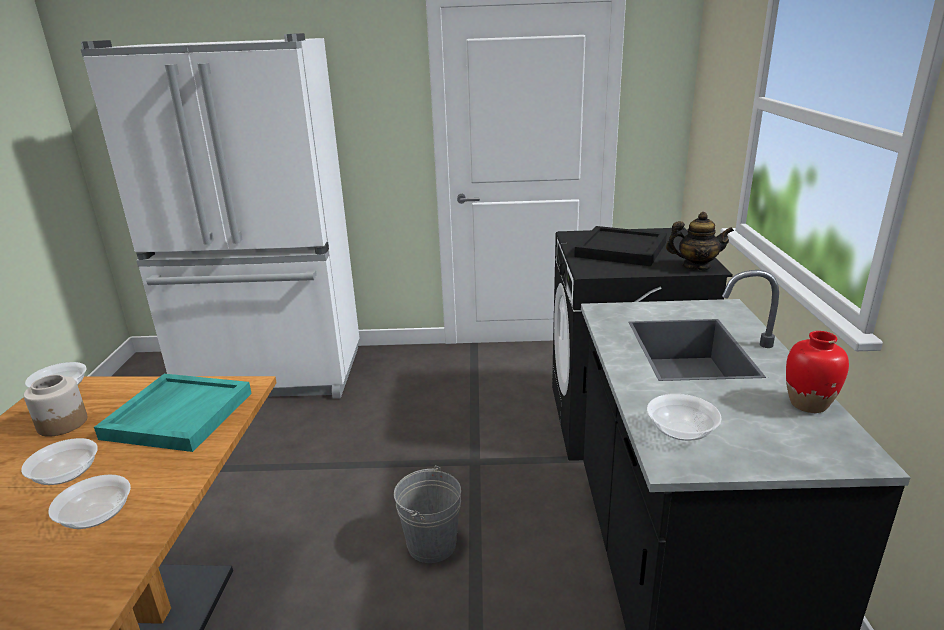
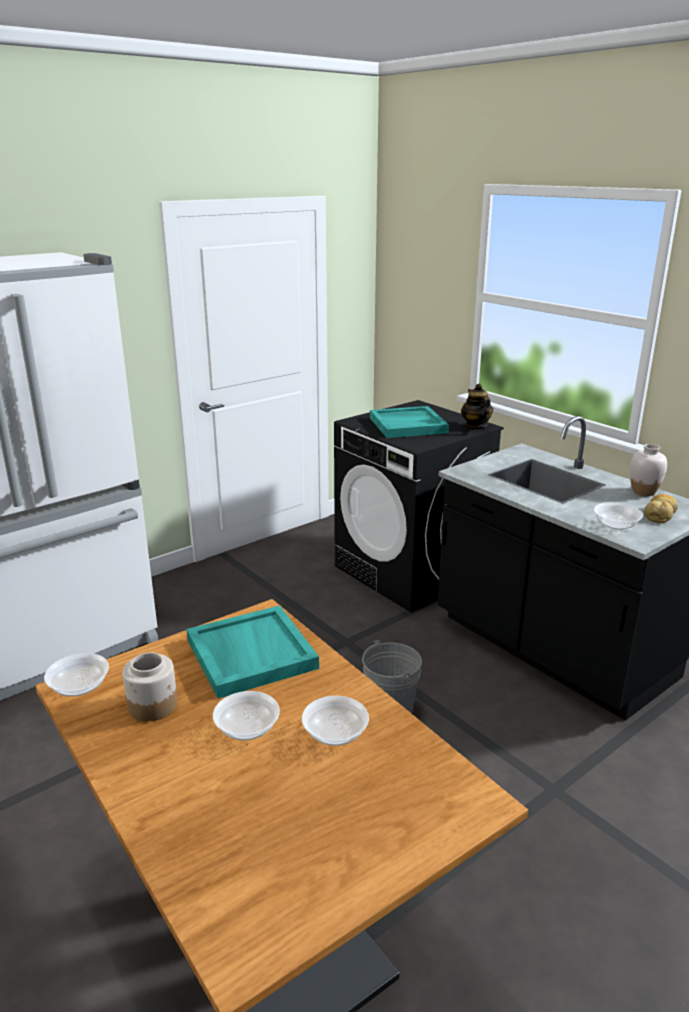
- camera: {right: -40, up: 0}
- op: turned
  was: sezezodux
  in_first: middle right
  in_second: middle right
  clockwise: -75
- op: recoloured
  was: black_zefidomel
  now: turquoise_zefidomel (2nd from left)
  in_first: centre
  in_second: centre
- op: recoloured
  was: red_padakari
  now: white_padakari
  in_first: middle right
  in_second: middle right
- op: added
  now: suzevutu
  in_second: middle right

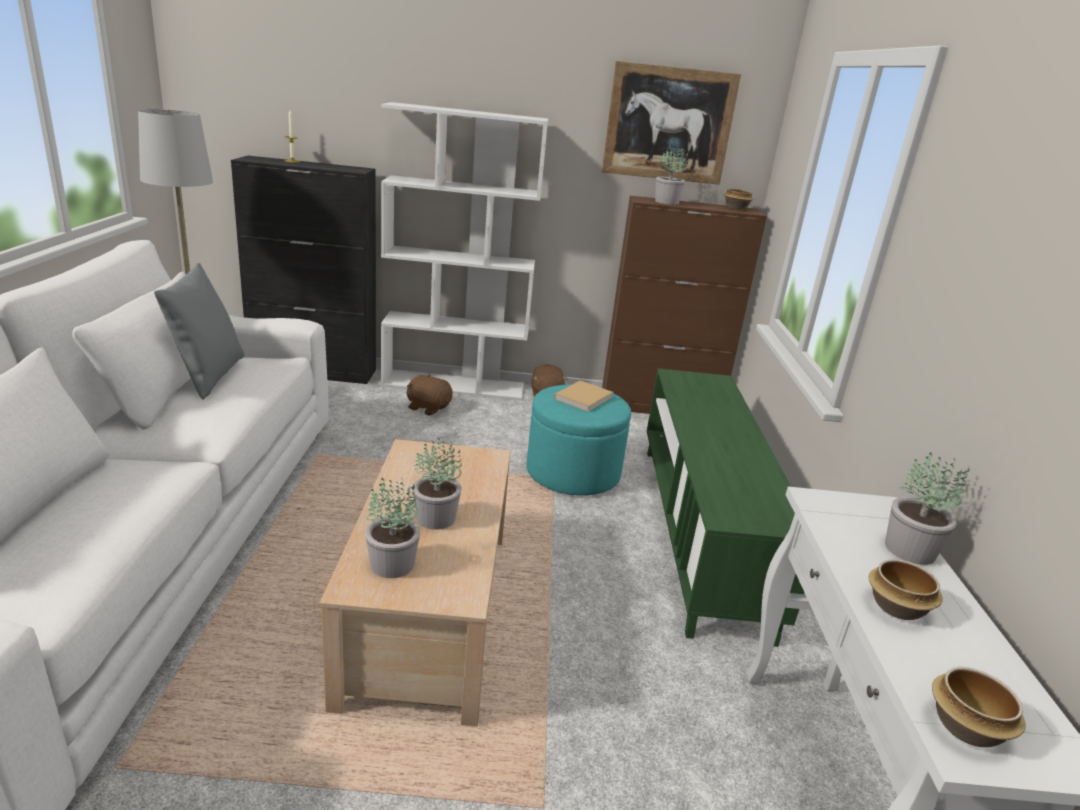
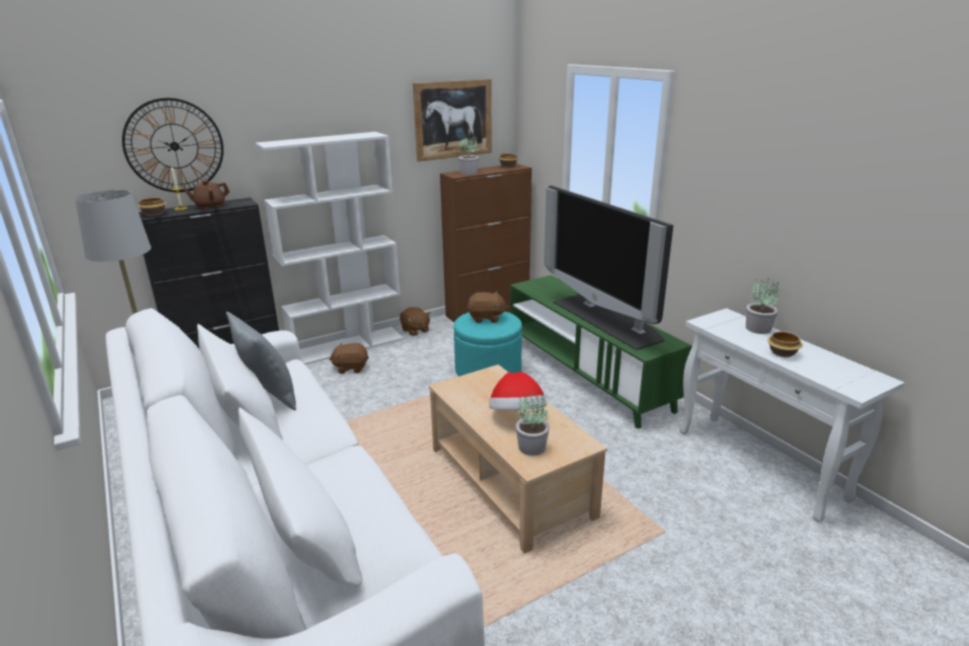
- camera: {right: -30, up: 0}
- op: replaced
  was: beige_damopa
  now: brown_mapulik (3rd from left)
  in_first: centre
  in_second: centre
- op: replaced
  was: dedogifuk (2nd from left)
  now: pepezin
  in_first: centre
  in_second: centre
- op: moved
  was: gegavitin (3rd from left in the first image)
  now: gegavitin (1st from left)
  in_first: bottom right
  in_second: top left
- op: added
  now: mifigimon
  in_second: top left
- op: added
  now: brown_sezezodux
  in_second: top left
- op: added
  now: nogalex
  in_second: centre

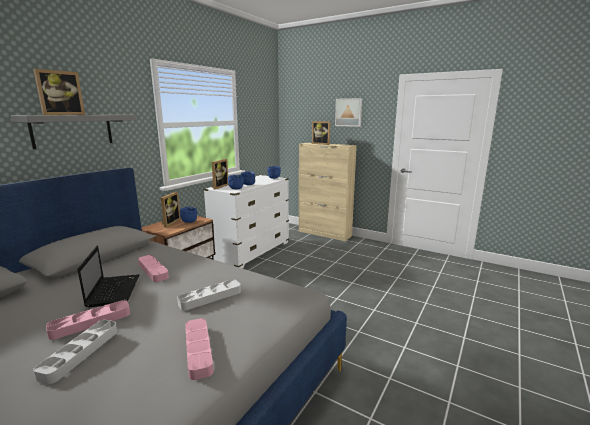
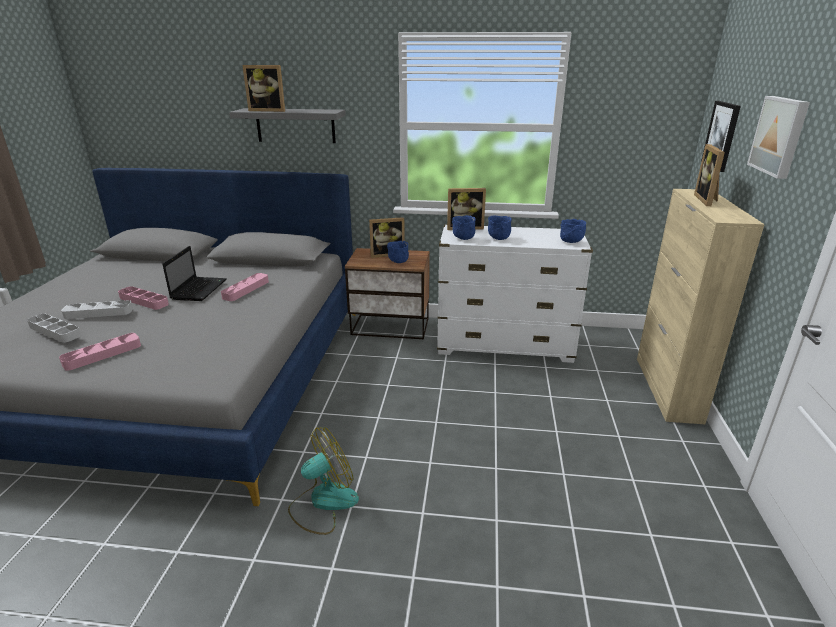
- camera: {right: 65, up: 10}
- op: turned
  was: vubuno
  in_first: middle left
  in_second: middle left
  clockwise: -45
- op: moved
  was: grey_zefidomel (2nd from left in the first image)
  now: grey_zefidomel (1st from left)
  in_first: bottom centre
  in_second: middle left
- op: added
  now: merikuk (1st from left)
  in_second: top right
- op: added
  now: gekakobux
  in_second: bottom centre

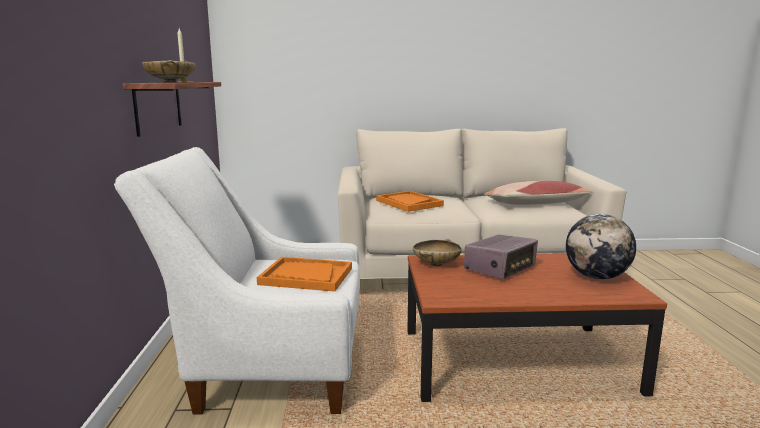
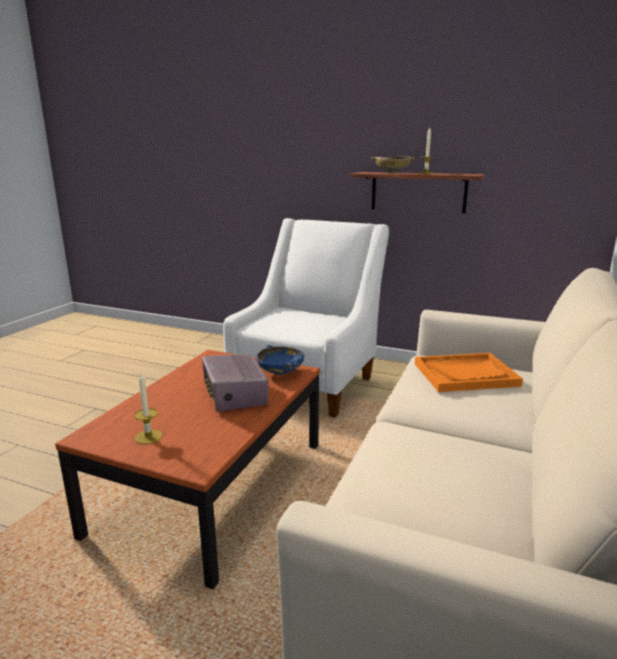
- camera: {right: 115, up: 5}
- op: removed
  was: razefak
  in_first: middle right
- op: replaced
  was: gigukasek
  now: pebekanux (1st from left)
  in_first: middle right
  in_second: middle left
- op: recoloured
  was: beige_gegavitin (2nd from left)
  now: blue_gegavitin
  in_first: centre
  in_second: centre
- op: removed
  was: orange_zefidomel (1st from left)
  in_first: centre

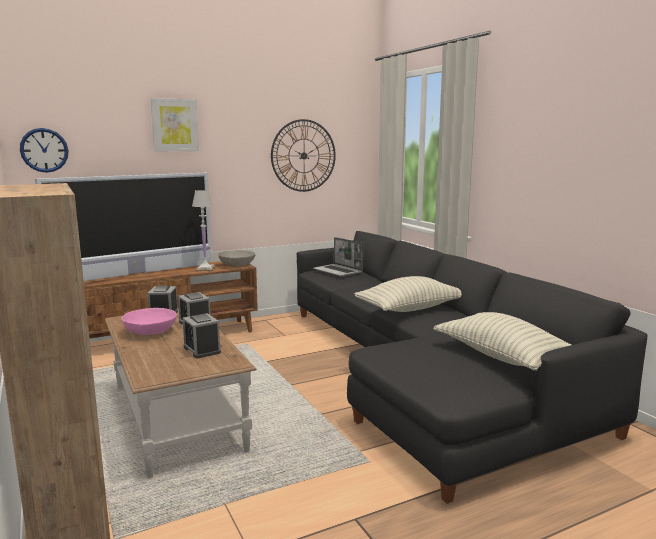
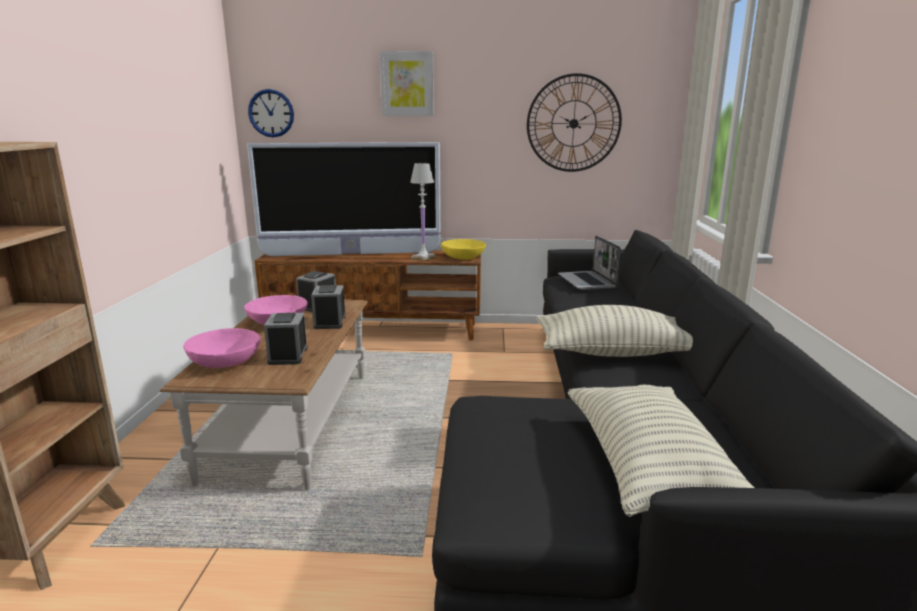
- camera: {right: 30, up: 5}
- op: recoloured
  was: grey_gegavitin
  now: yellow_gegavitin
  in_first: centre
  in_second: centre
- op: added
  now: pink_gegavitin (1st from left)
  in_second: middle left

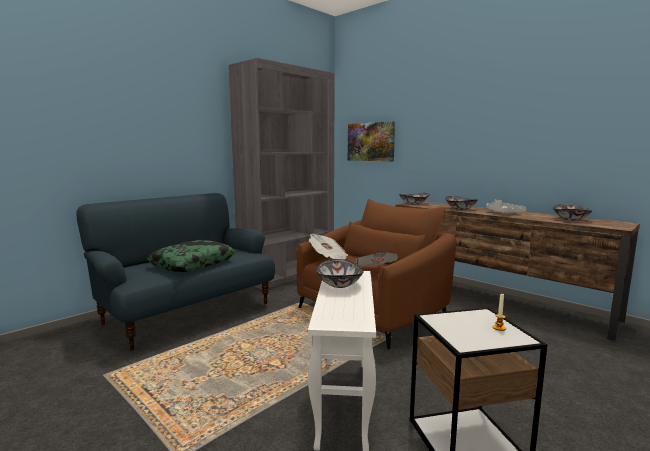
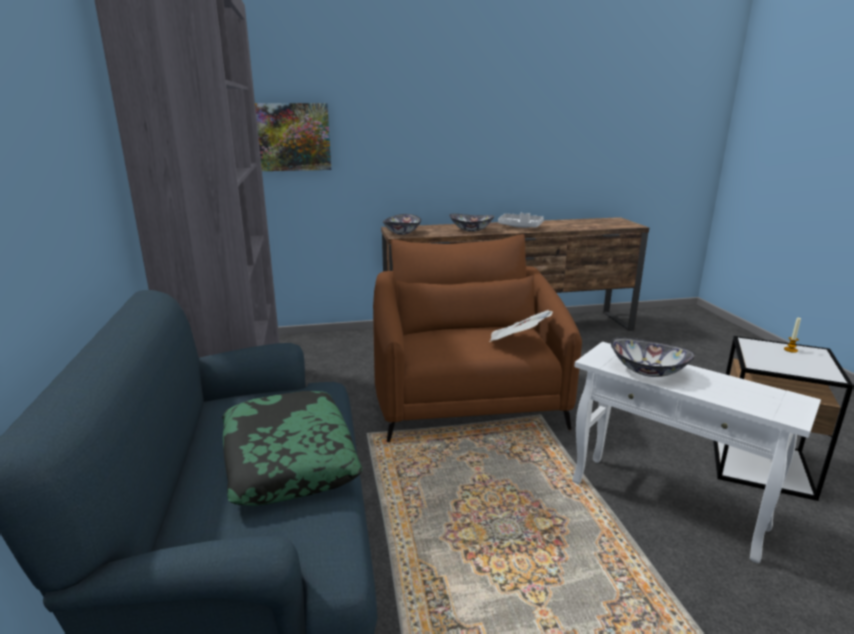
- camera: {right: -55, up: 10}
- op: removed
  was: gegavitin (4th from left)
  in_first: middle right
- op: removed
  was: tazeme (1st from left)
  in_first: centre

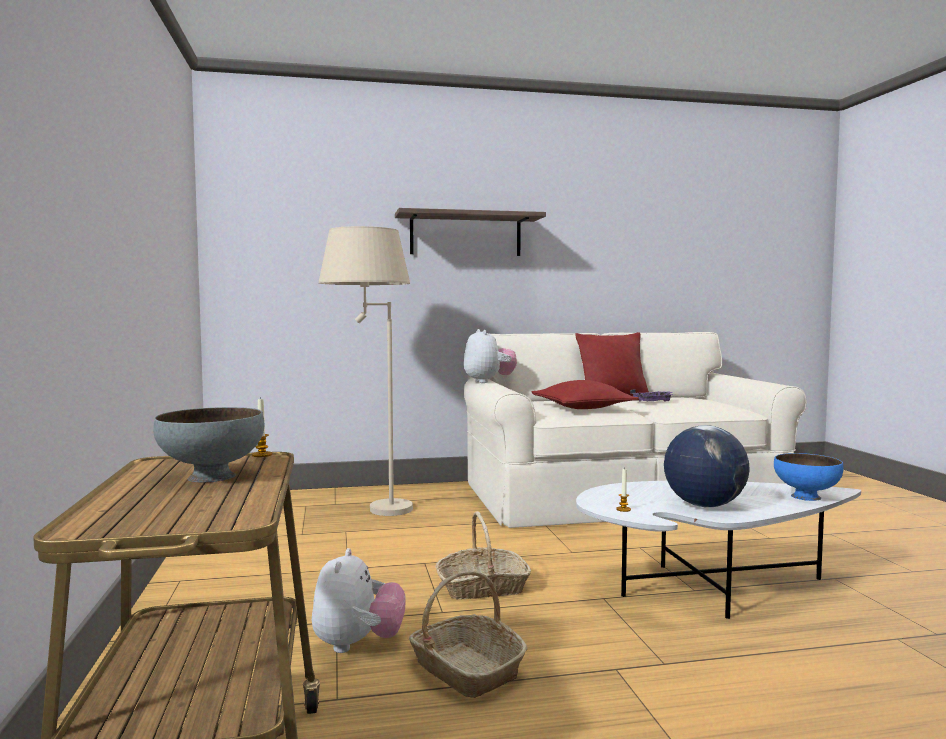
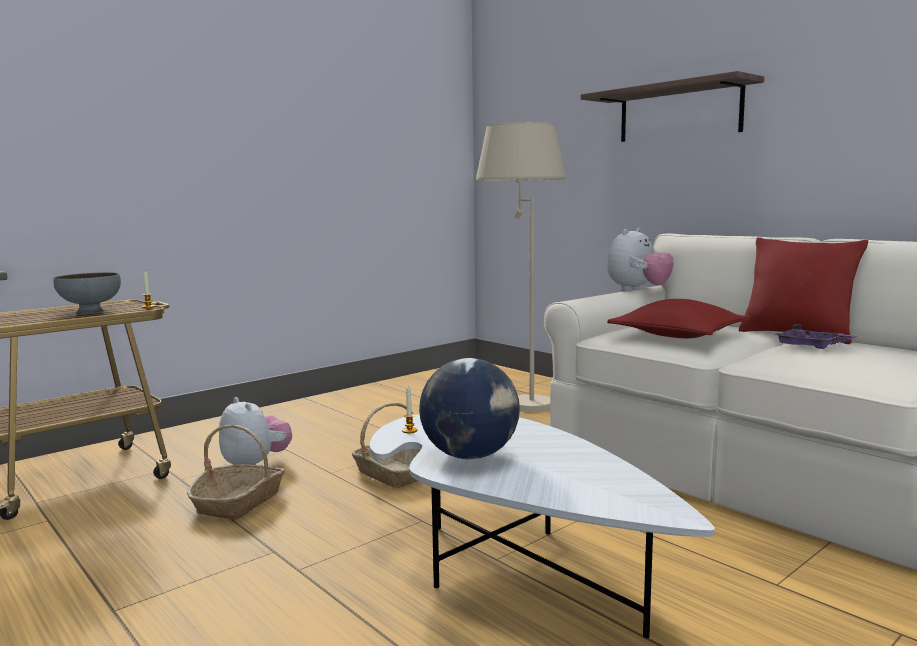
- camera: {right: 60, up: 5}
- op: removed
  was: blue_gegavitin
  in_first: middle right
- op: turned
  was: mapulik (1st from left)
  in_first: bottom centre
  in_second: bottom left
  clockwise: -105

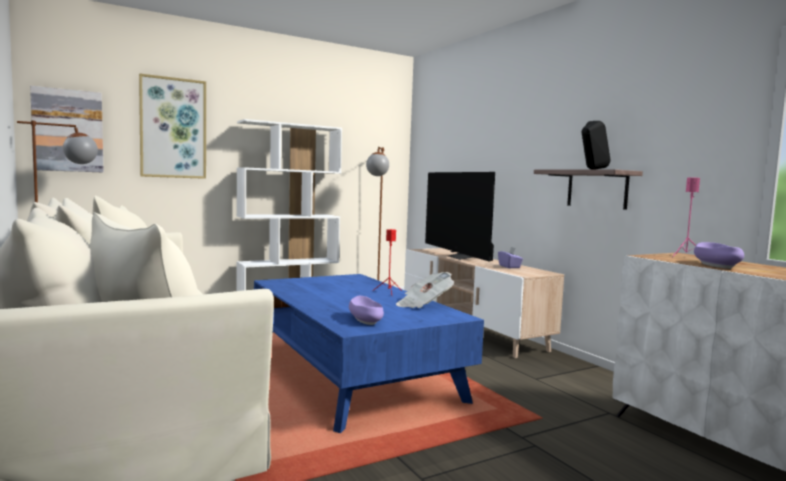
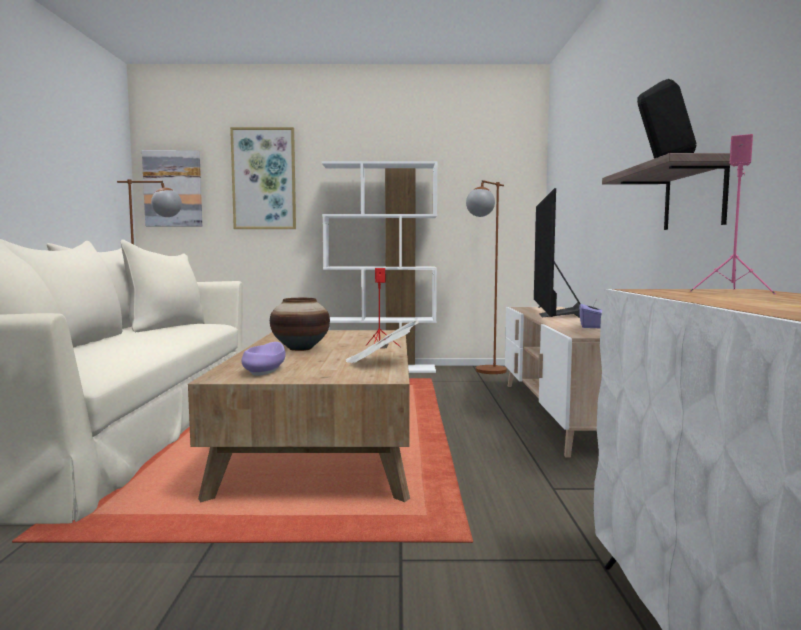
- camera: {right: 30, up: 0}
- op: removed
  was: purple_gegavitin (2nd from left)
  in_first: middle right
- op: recoloured
  was: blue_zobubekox
  now: brown_zobubekox
  in_first: bottom centre
  in_second: centre
- op: added
  now: padakari
  in_second: centre

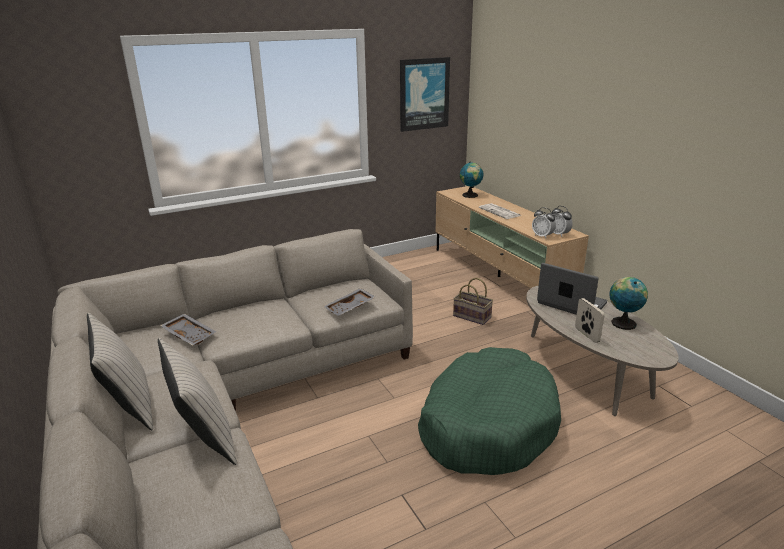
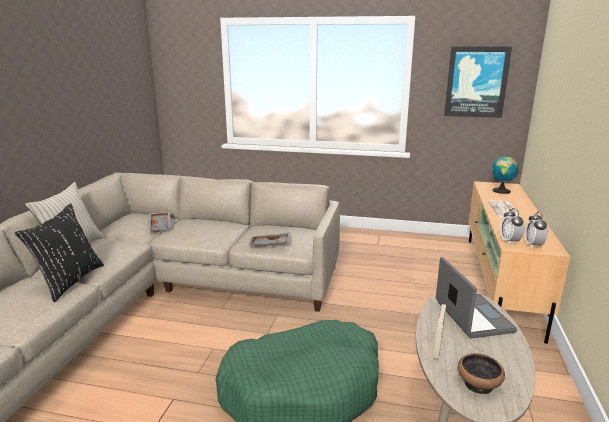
- camera: {right: 40, up: -5}
- op: removed
  was: gigukasek (2nd from left)
  in_first: middle right
- op: removed
  was: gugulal
  in_first: centre
- op: recoloured
  was: beige_razefak (2nd from left)
  now: black_razefak
  in_first: bottom left
  in_second: middle left
- op: added
  now: gegavitin
  in_second: bottom right

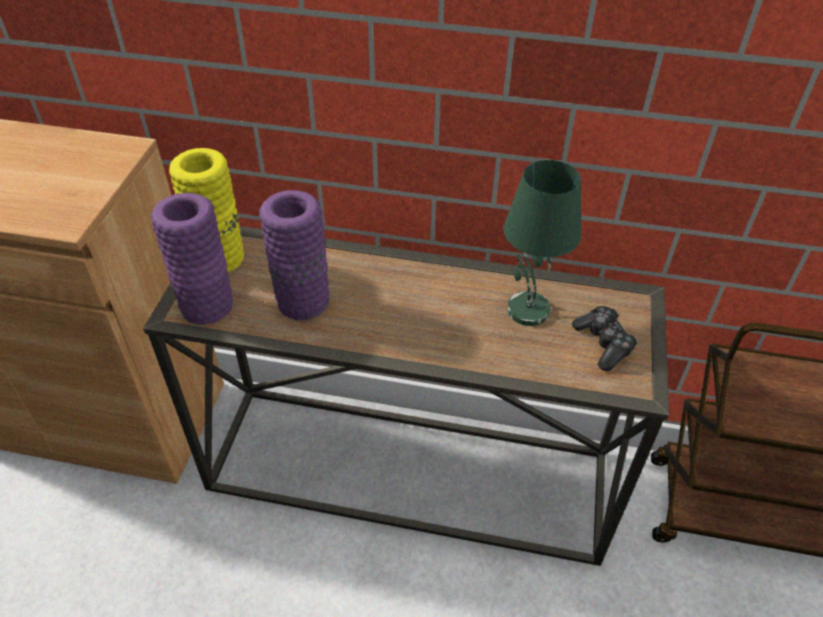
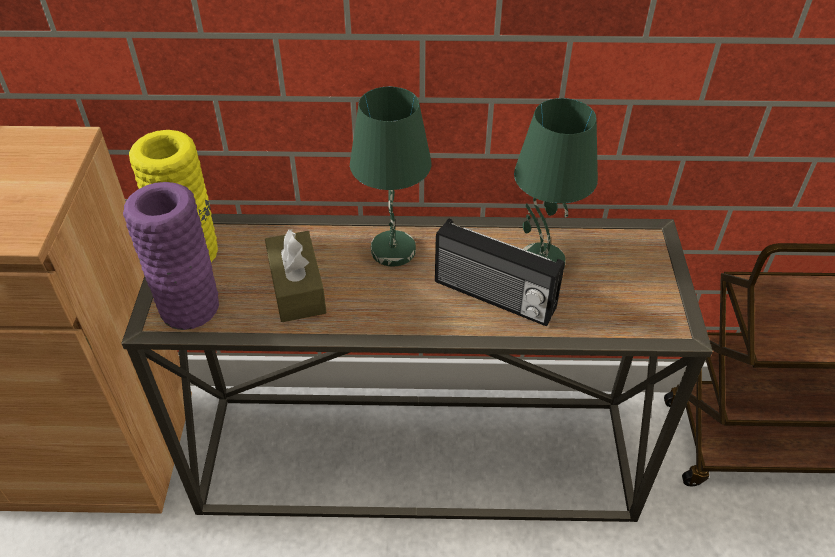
- camera: {right: -10, up: 0}
- op: replaced
  was: purple_padakari (2nd from left)
  now: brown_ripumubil
  in_first: centre
  in_second: centre
- op: removed
  was: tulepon
  in_first: middle right
- op: added
  now: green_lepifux (1st from left)
  in_second: top centre
- op: added
  now: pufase
  in_second: centre

